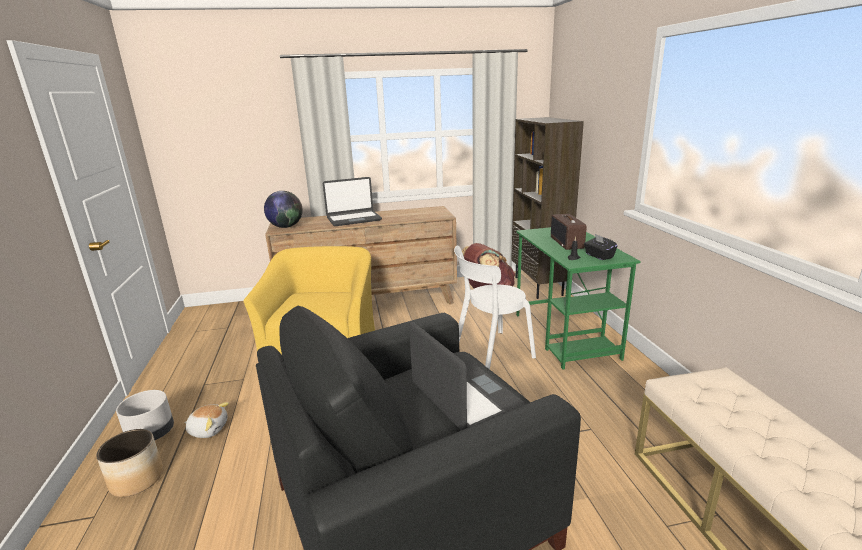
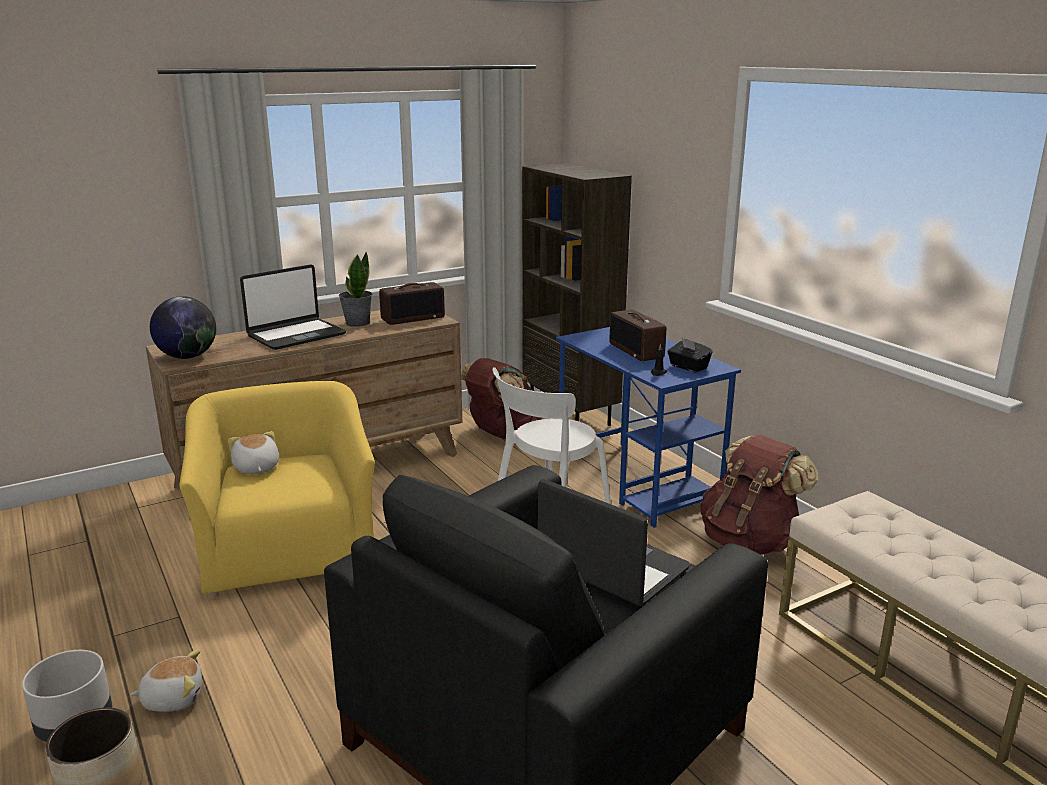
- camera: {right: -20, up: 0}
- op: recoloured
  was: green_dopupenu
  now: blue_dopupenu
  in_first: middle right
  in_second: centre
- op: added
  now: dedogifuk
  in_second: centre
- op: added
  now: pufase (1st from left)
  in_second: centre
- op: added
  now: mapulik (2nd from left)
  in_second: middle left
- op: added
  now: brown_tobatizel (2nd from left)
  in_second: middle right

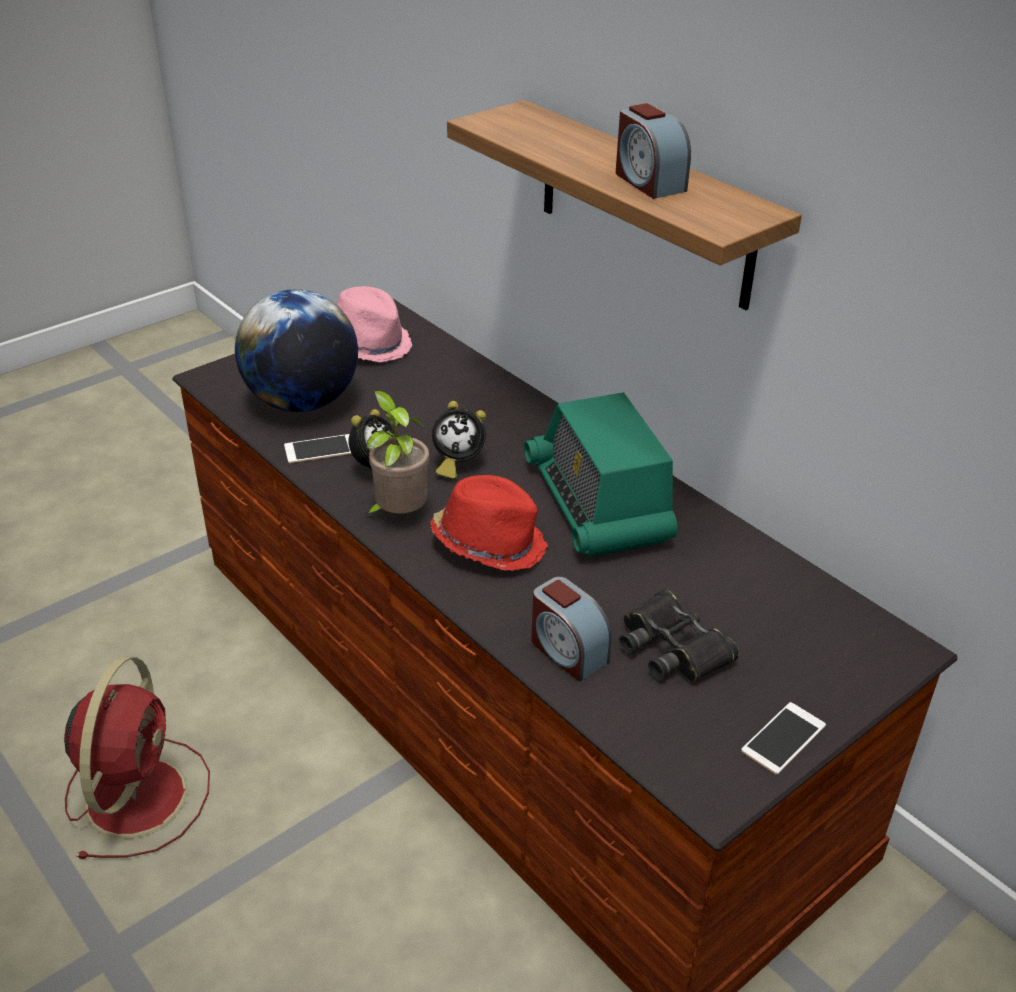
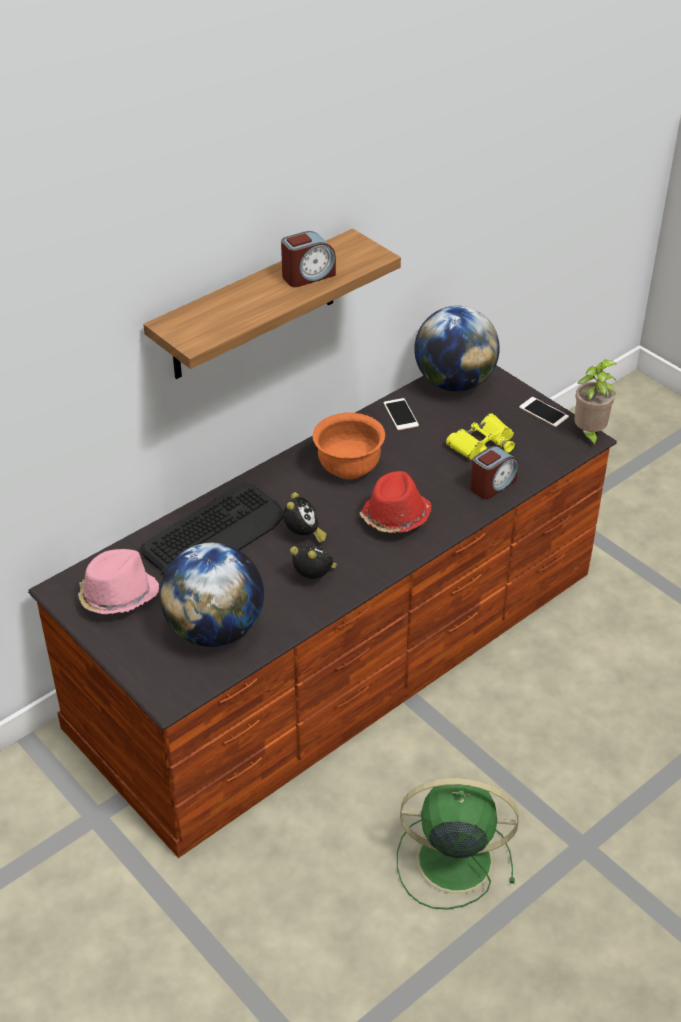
- camera: {right: -90, up: 5}
- op: moved
  was: dedogifuk
  in_first: centre
  in_second: middle right
- op: replaced
  was: pufase
  now: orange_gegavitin
  in_first: centre
  in_second: centre
- op: moved
  was: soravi (1st from left)
  in_first: middle left
  in_second: centre
- op: recoloured
  was: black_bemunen
  now: yellow_bemunen
  in_first: middle right
  in_second: middle right
- op: recoloured
  was: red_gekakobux
  now: green_gekakobux
  in_first: bottom left
  in_second: bottom right
- op: added
  now: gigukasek (2nd from left)
  in_second: middle right
- op: added
  now: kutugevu
  in_second: middle left

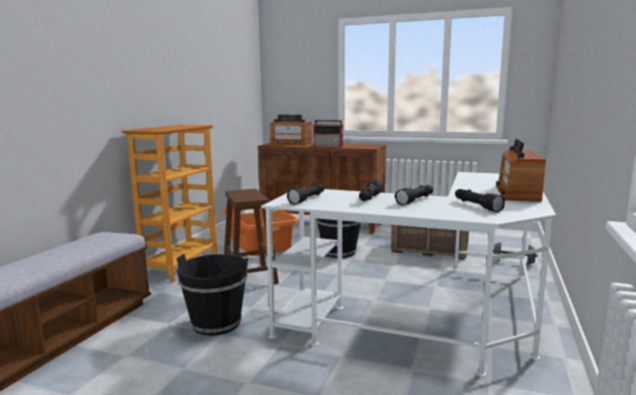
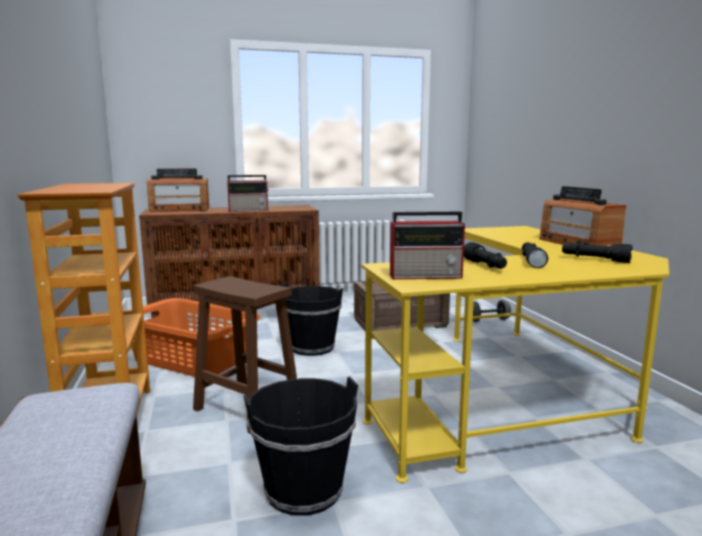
- camera: {right: -35, up: 0}
- op: recoloured
  was: white_dopupenu
  now: yellow_dopupenu
  in_first: bottom centre
  in_second: middle right
- op: replaced
  was: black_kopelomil (1st from left)
  now: pufase (3rd from left)
  in_first: centre
  in_second: centre

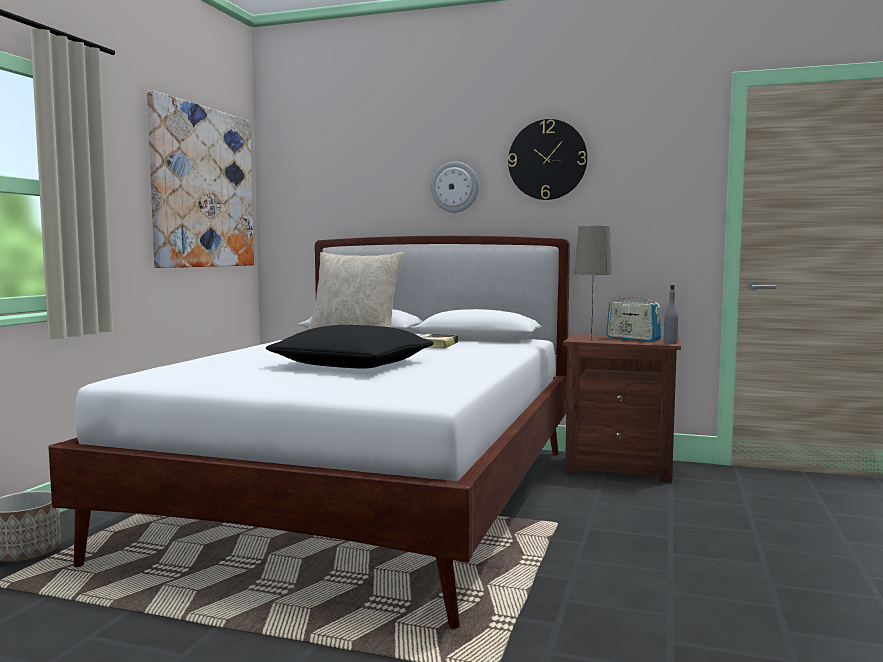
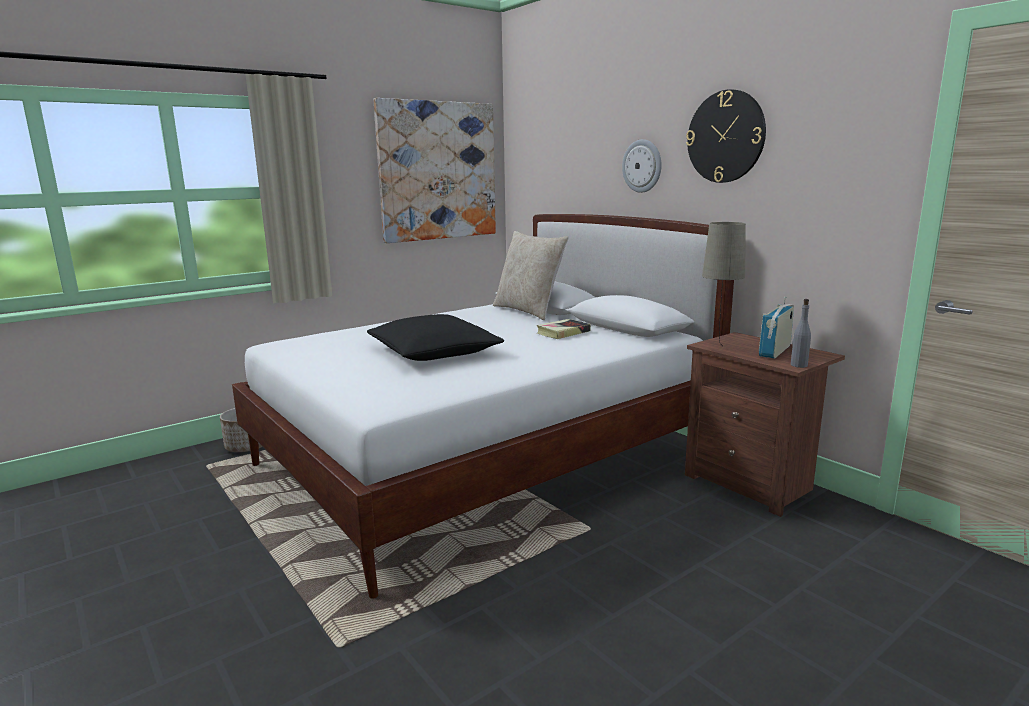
- camera: {right: 35, up: 10}
- op: turned
  was: pufase
  in_first: middle right
  in_second: middle right
  clockwise: 45

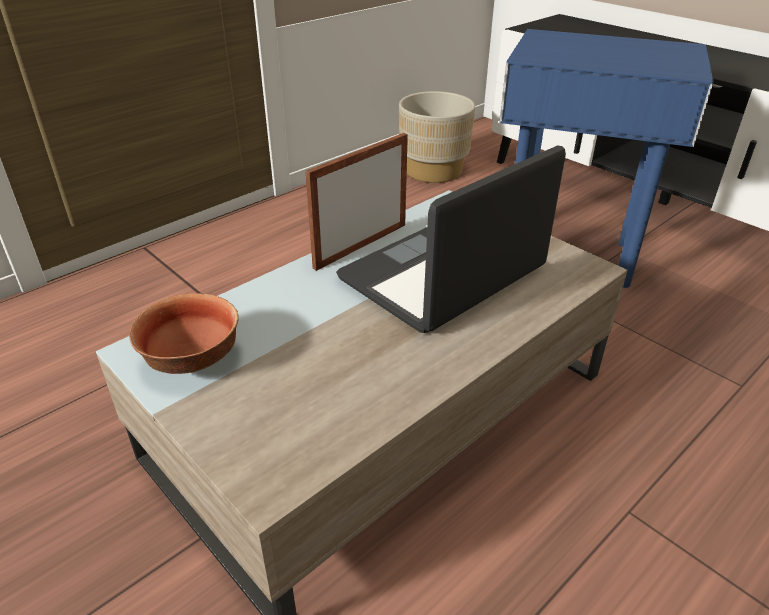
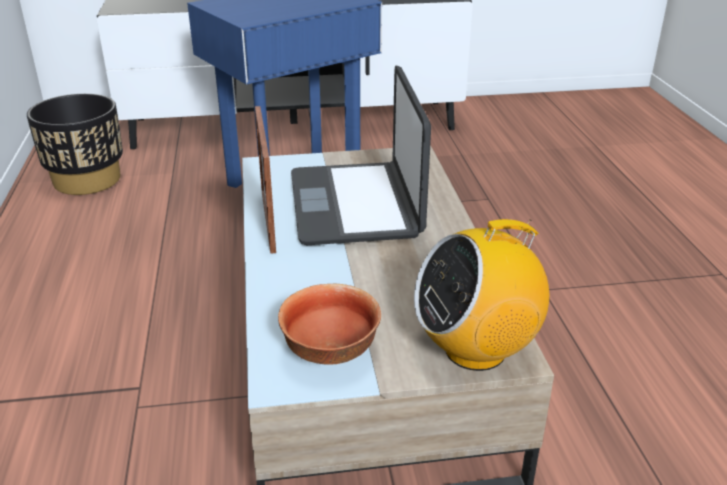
- camera: {right: -55, up: -5}
- op: recoloured
  was: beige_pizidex
  now: black_pizidex
  in_first: top centre
  in_second: top left
- op: added
  now: pufase
  in_second: centre

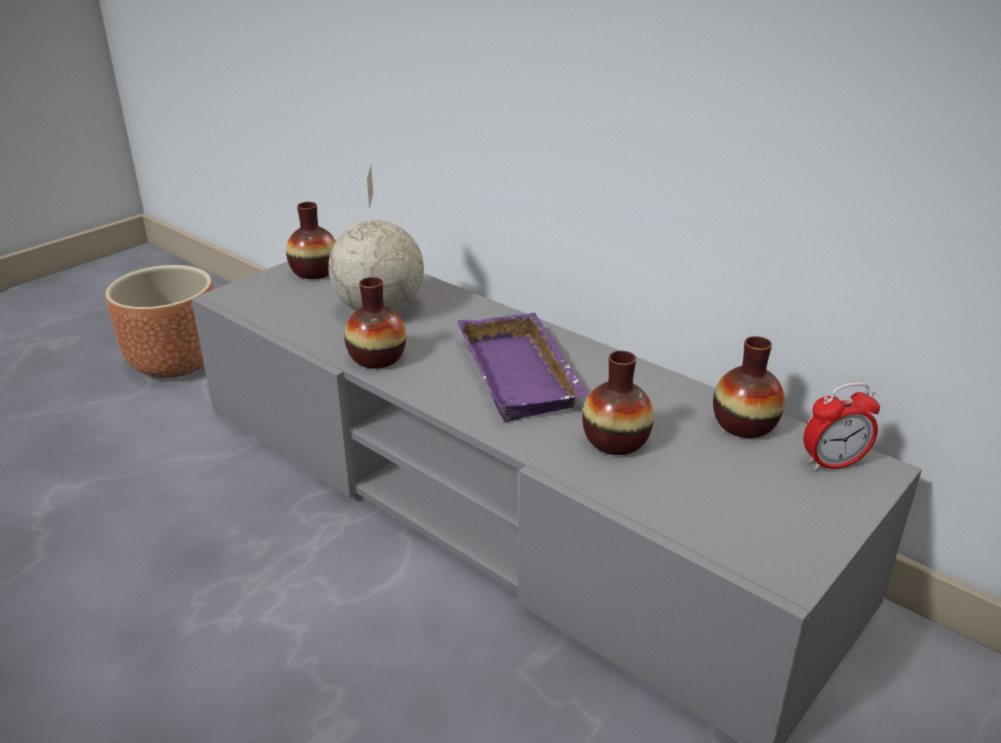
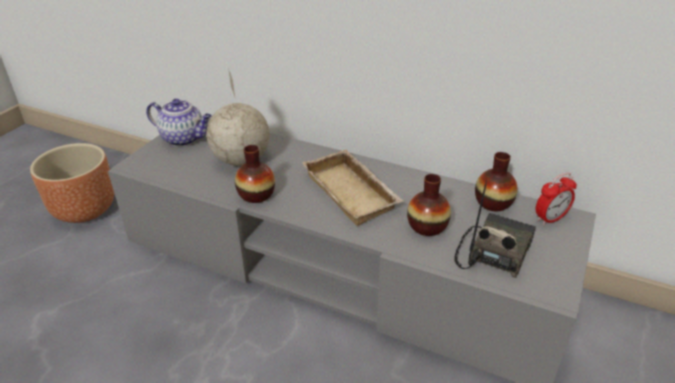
- camera: {right: -15, up: 5}
- op: replaced
  was: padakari (1st from left)
  now: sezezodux
  in_first: top left
  in_second: top left
- op: recoloured
  was: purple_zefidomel
  now: beige_zefidomel
  in_first: centre
  in_second: centre
- op: added
  now: pufase
  in_second: middle right

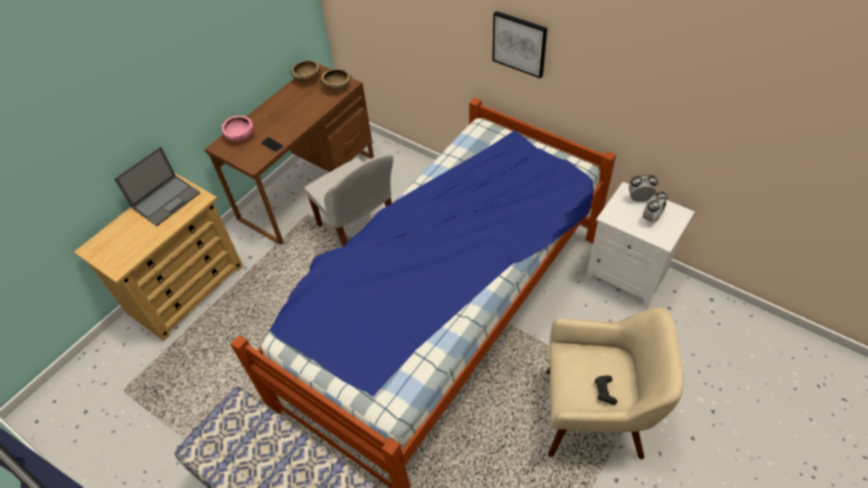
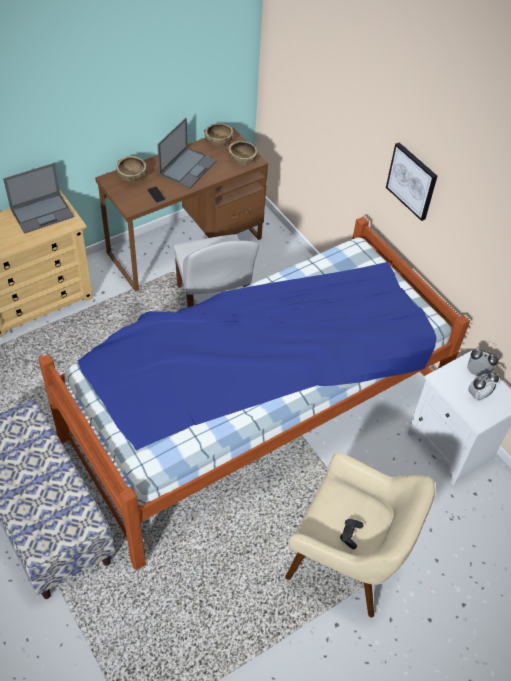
- camera: {right: 15, up: 0}
- op: recoloured
  was: pink_gegavitin
  now: brown_gegavitin (1st from left)
  in_first: top left
  in_second: top left
- op: added
  now: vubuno (2nd from left)
  in_second: top centre

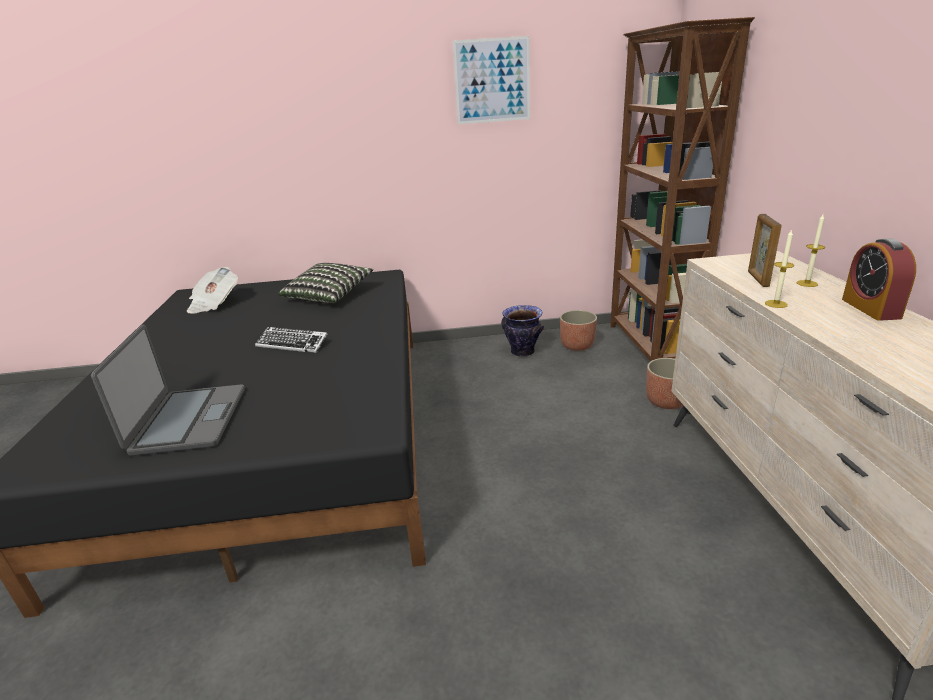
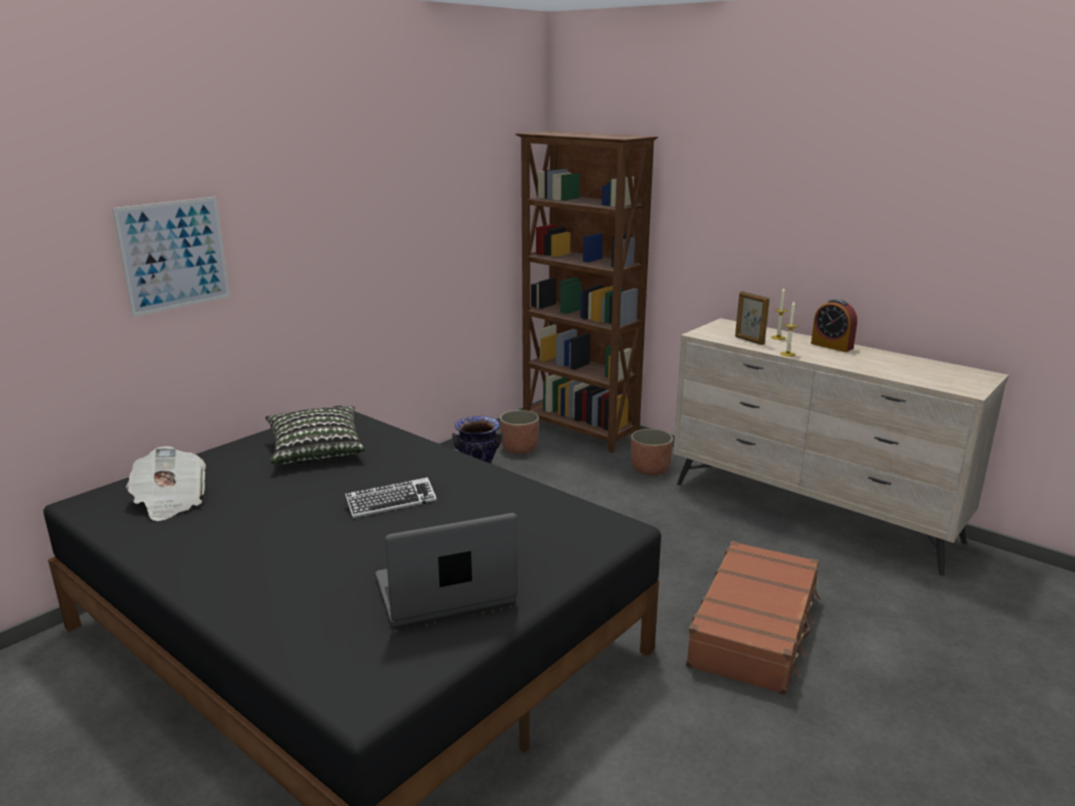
- camera: {right: -45, up: -5}
- op: moved
  was: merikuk
  in_first: top centre
  in_second: top left
- op: turned
  was: vubuno
  in_first: middle left
  in_second: bottom centre
  clockwise: -60
- op: added
  now: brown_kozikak
  in_second: bottom right

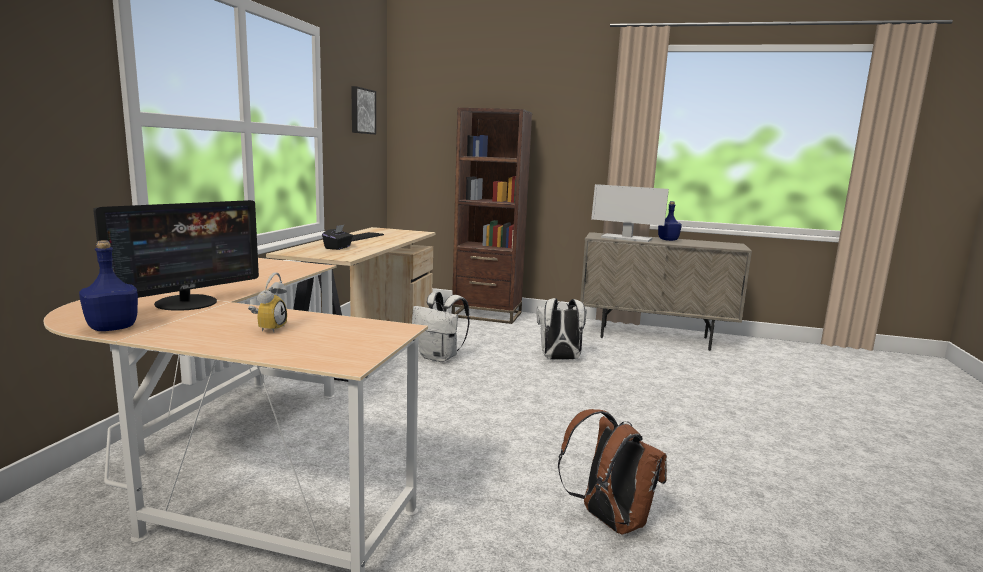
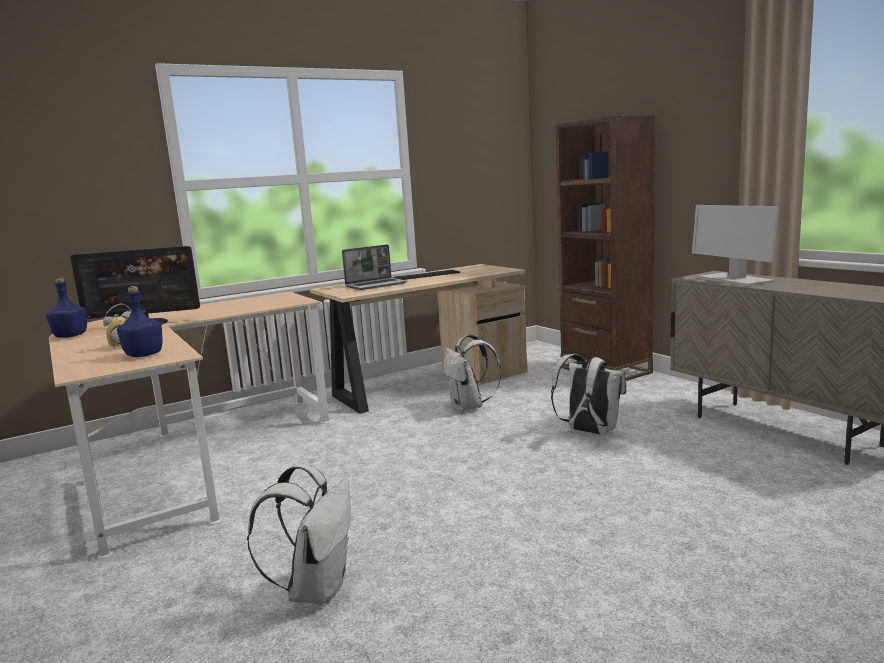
- camera: {right: 45, up: 0}
- op: removed
  was: merikuk
  in_first: top centre
- op: moved
  was: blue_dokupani (2nd from left)
  in_first: middle right
  in_second: middle left
- op: replaced
  was: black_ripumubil
  now: vubuno
  in_first: centre
  in_second: centre
- op: recoloured
  was: brown_tobatizel
  now: white_tobatizel (1st from left)
  in_first: bottom centre
  in_second: bottom centre

